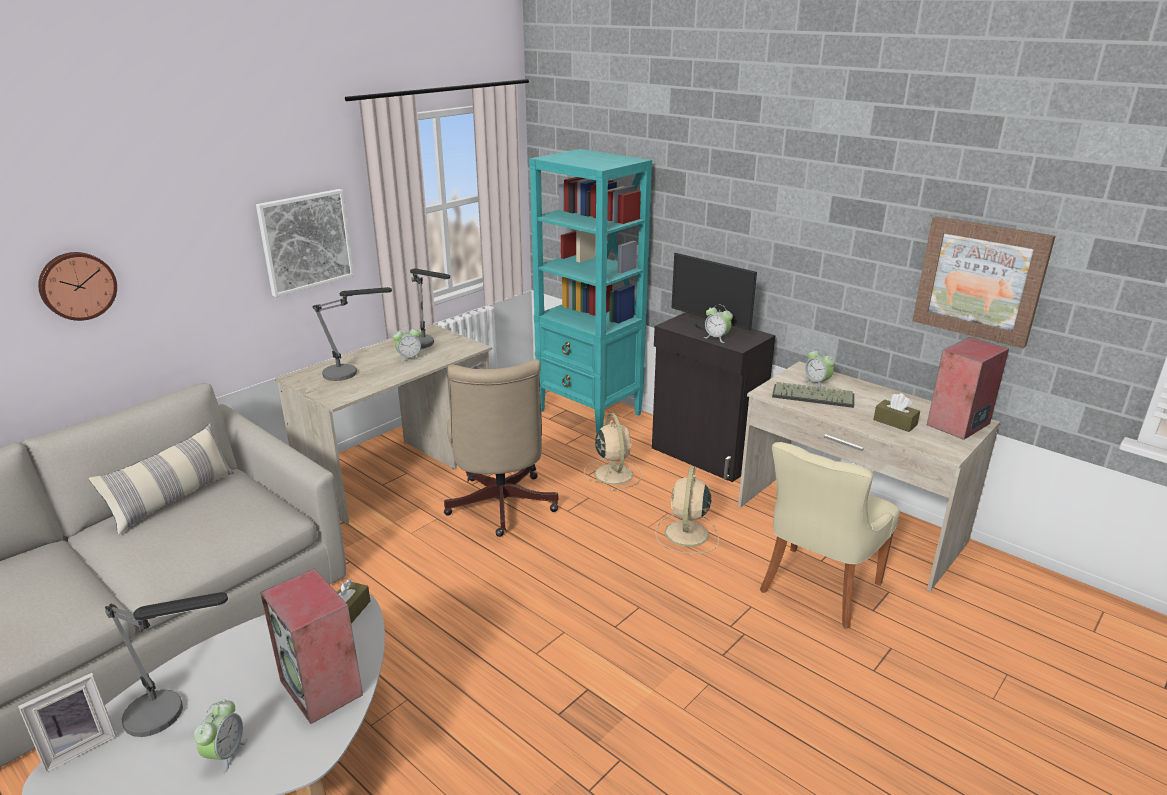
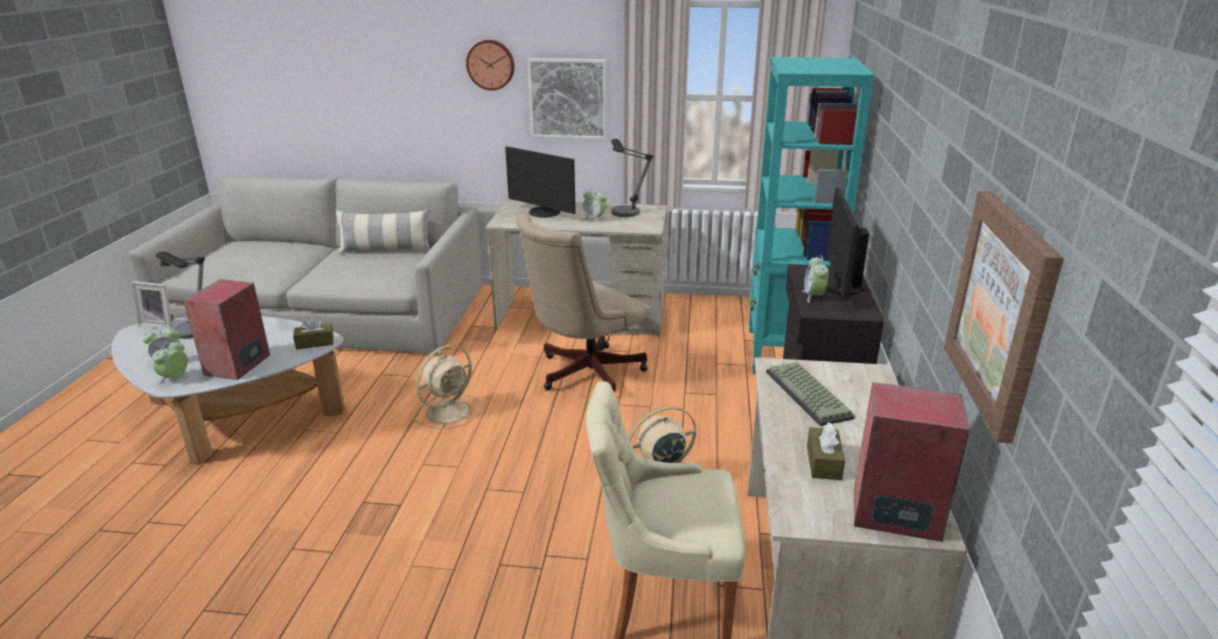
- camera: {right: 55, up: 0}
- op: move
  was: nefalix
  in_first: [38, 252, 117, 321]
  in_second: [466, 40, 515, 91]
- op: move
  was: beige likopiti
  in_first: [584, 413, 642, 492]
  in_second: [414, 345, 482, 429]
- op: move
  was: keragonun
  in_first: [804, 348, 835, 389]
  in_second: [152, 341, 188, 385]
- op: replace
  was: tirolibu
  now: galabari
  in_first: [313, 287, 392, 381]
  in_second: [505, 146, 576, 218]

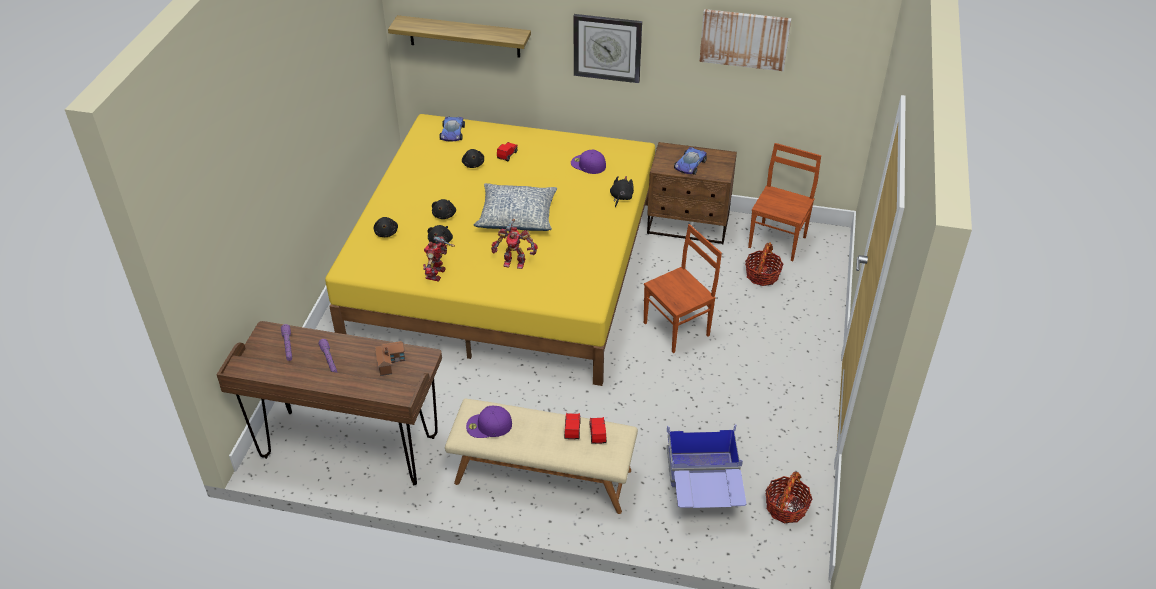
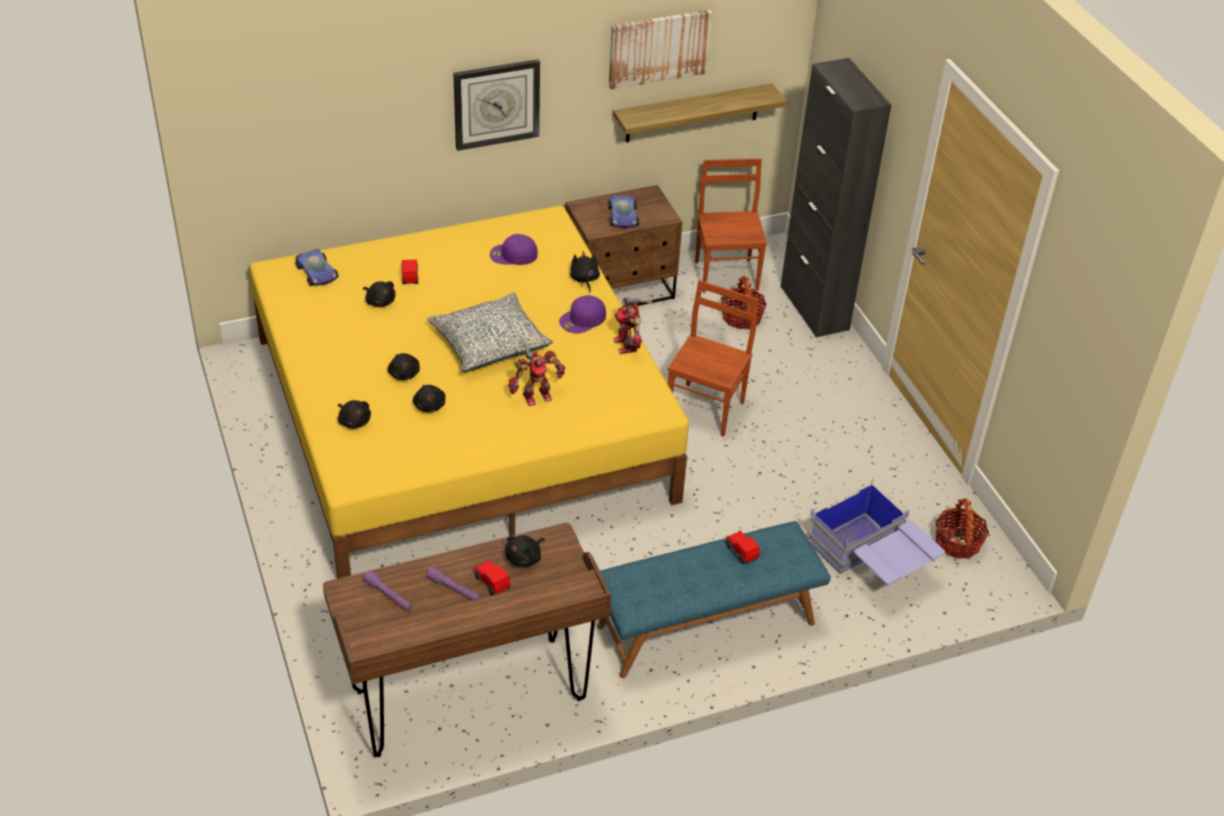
- camera: {right: -35, up: 0}
- op: insert
  now: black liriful
  in_second: [780, 58, 891, 337]
- op: move
  was: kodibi
  in_first: [388, 15, 531, 58]
  in_second: [613, 83, 787, 143]
- op: move
  was: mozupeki
  in_first: [423, 236, 455, 282]
  in_second: [613, 297, 652, 354]
- op: move
  was: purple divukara
  in_first: [466, 406, 512, 438]
  in_second: [559, 295, 606, 334]
- op: move
  was: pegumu
  in_first: [590, 417, 607, 444]
  in_second: [474, 559, 511, 596]
- op: replace
  was: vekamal
  now: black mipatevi
  in_first: [375, 341, 405, 376]
  in_second: [505, 535, 545, 567]
- op: recolor
  was: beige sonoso
  now: blue sonoso
  in_first: [445, 399, 638, 514]
  in_second: [597, 521, 831, 678]

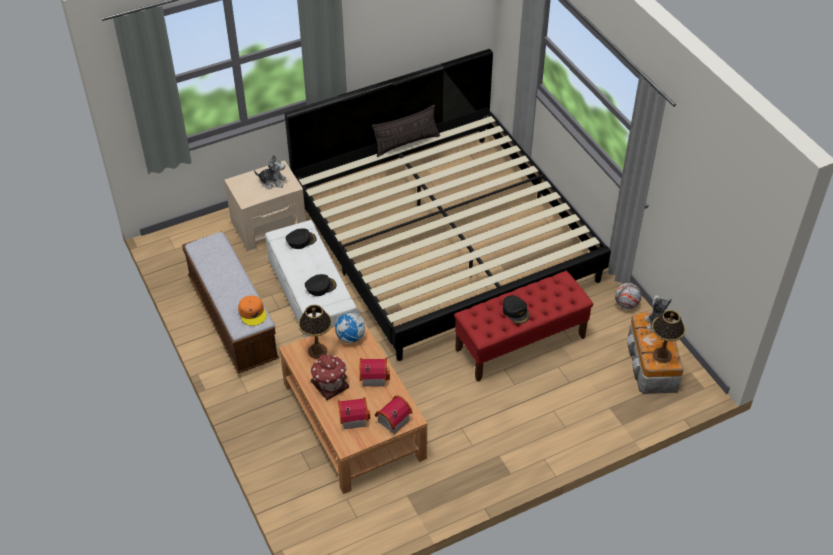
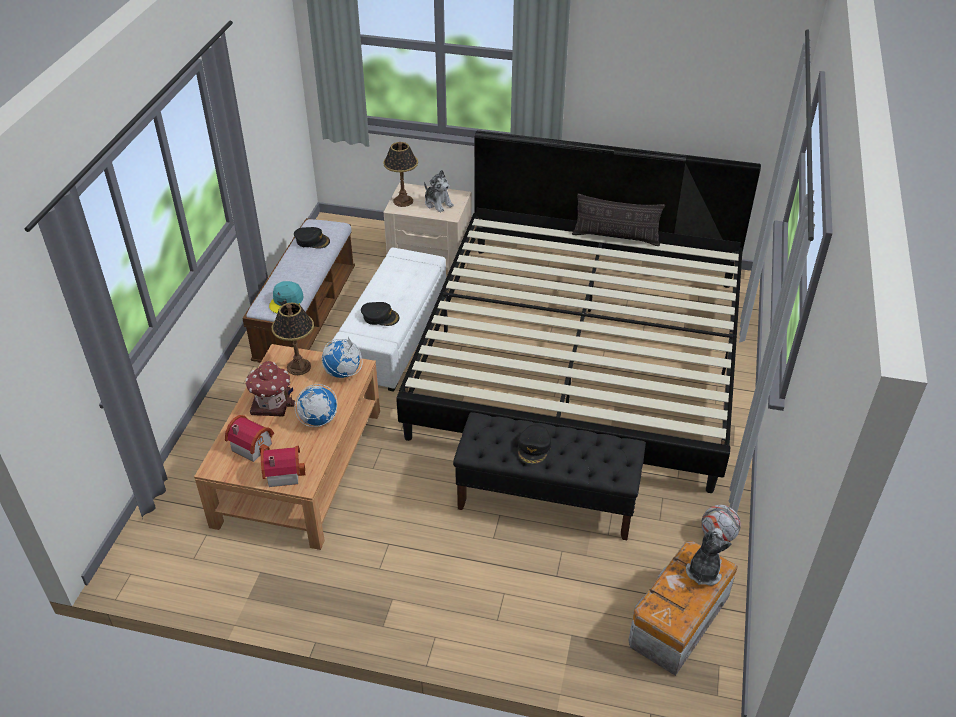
- camera: {right: 40, up: -5}
- op: move
  was: black divukara
  in_first: [286, 228, 316, 249]
  in_second: [294, 227, 330, 249]
- op: move
  was: tirolibu
  in_first: [652, 310, 686, 363]
  in_second: [383, 142, 418, 207]
- op: replace
  was: vekamal
  now: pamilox
  in_first: [360, 358, 390, 386]
  in_second: [295, 384, 337, 427]
- op: recolor
  was: orange divukara
  now: turquoise divukara
  in_first: [238, 296, 267, 326]
  in_second: [269, 281, 304, 313]
- op: recolor
  was: red sonoso
  now: black sonoso
  in_first: [454, 271, 593, 382]
  in_second: [453, 412, 646, 540]

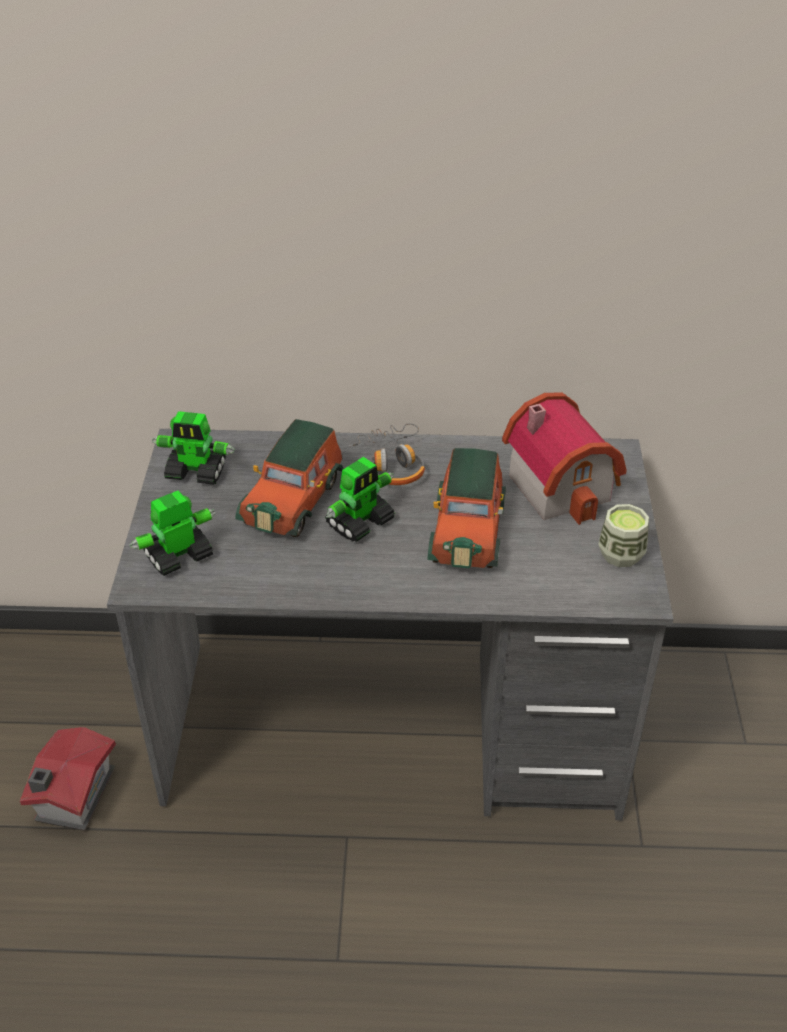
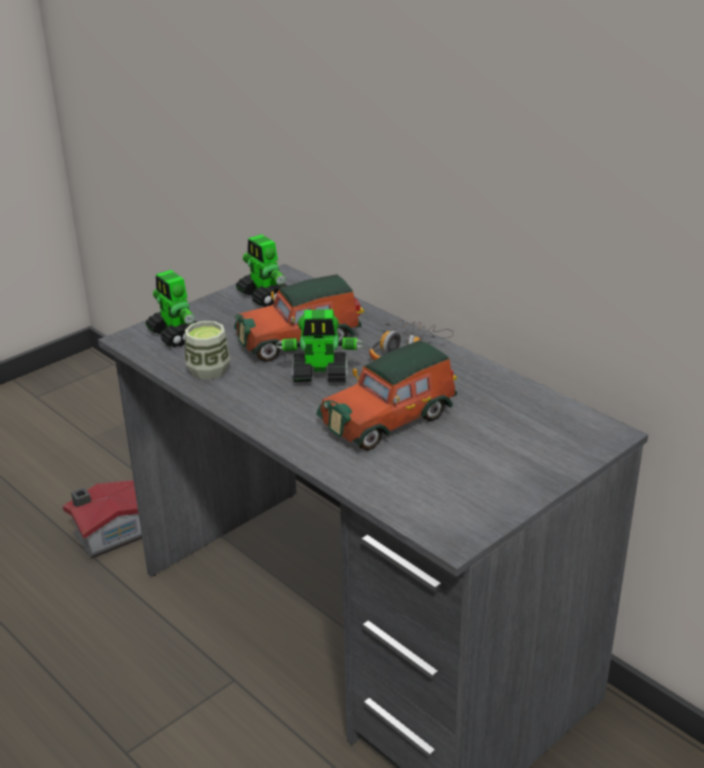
- camera: {right: 45, up: -10}
- op: delete
  was: vekamal
  in_first: [502, 393, 627, 525]
- op: move
  was: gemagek
  in_first: [598, 504, 649, 567]
  in_second: [185, 321, 231, 380]
- op: rotate
  was: mozupeki
  in_first: [129, 490, 216, 576]
  in_second: [145, 270, 197, 348]
  clockwise: -135

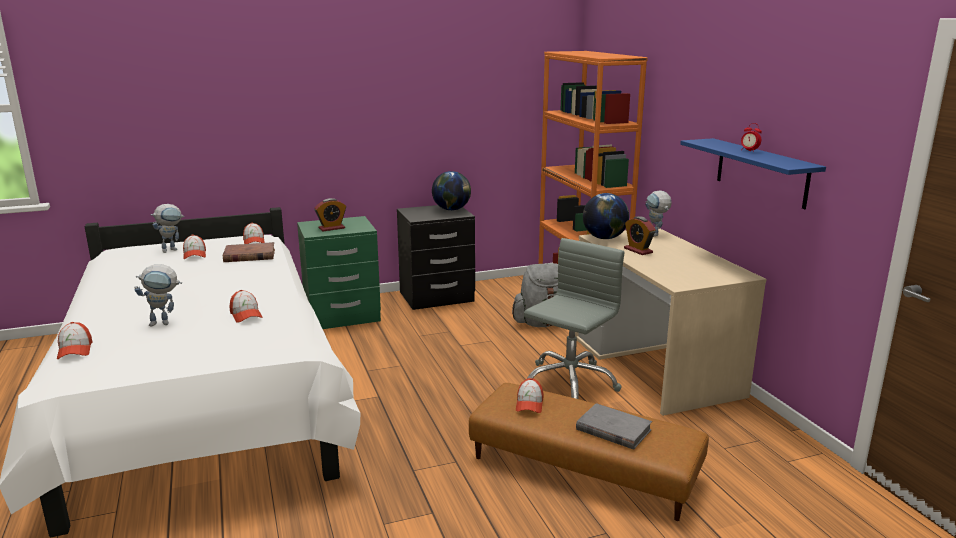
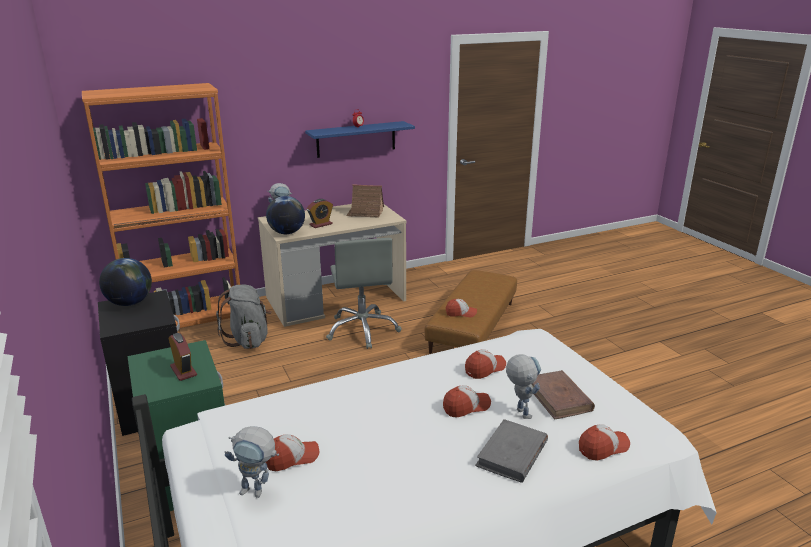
- camera: {right: -95, up: 5}
- op: insert
  now: vekamal
  in_second: [346, 184, 384, 218]
- op: move
  was: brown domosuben
  in_first: [223, 242, 275, 262]
  in_second: [532, 370, 595, 420]
- op: move
  was: divukara
  in_first: [243, 222, 265, 244]
  in_second: [443, 385, 491, 418]
- op: move
  was: grey domosuben
  in_first: [576, 403, 652, 450]
  in_second: [475, 419, 548, 483]
- op: rotate
  was: mozupeki
  in_first: [151, 204, 184, 253]
  in_second: [225, 426, 279, 498]
  clockwise: 150
- op: rotate
  was: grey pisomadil
  in_first: [524, 238, 624, 399]
  in_second: [326, 238, 402, 349]
  clockwise: -135

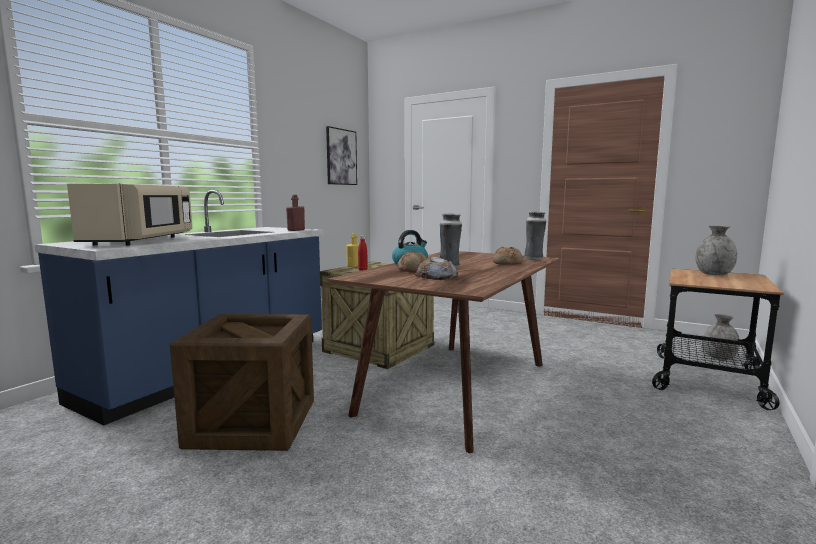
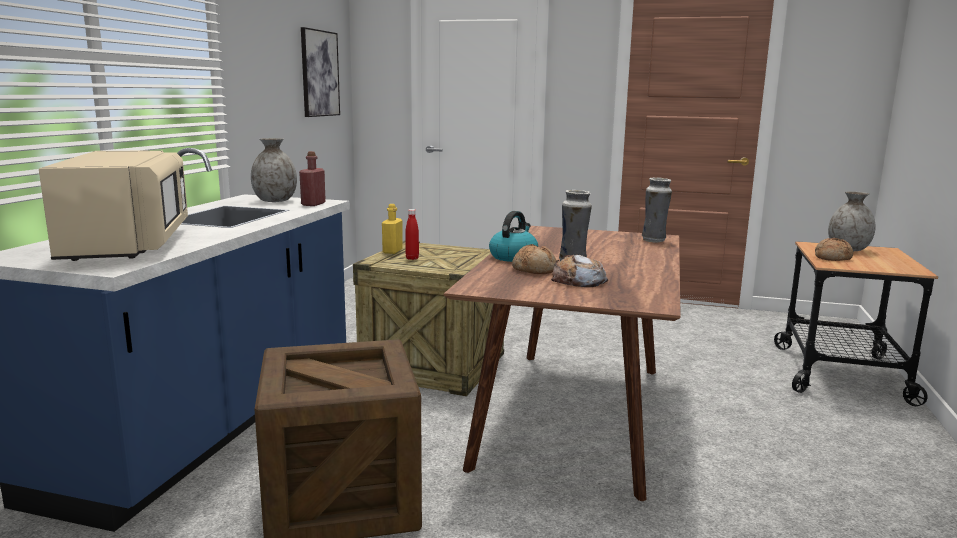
- camera: {right: -15, up: 5}
- op: move
  was: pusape
  in_first: [493, 247, 523, 265]
  in_second: [815, 238, 853, 261]
- op: move
  was: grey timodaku
  in_first: [703, 314, 740, 360]
  in_second: [251, 138, 297, 202]

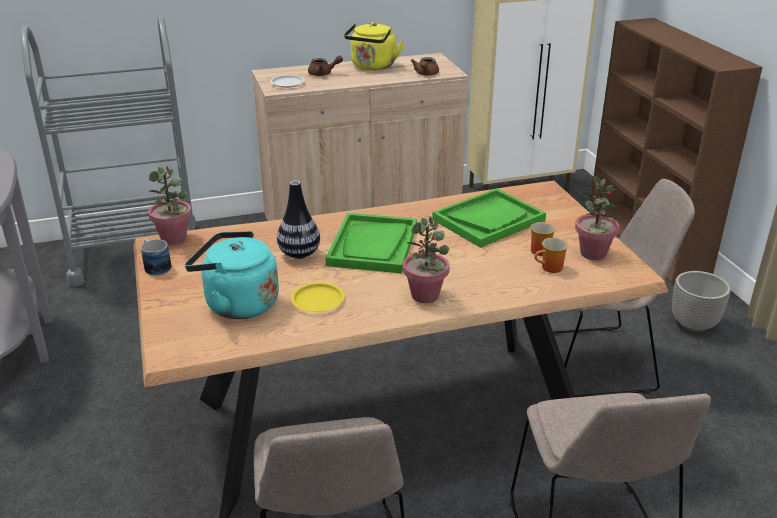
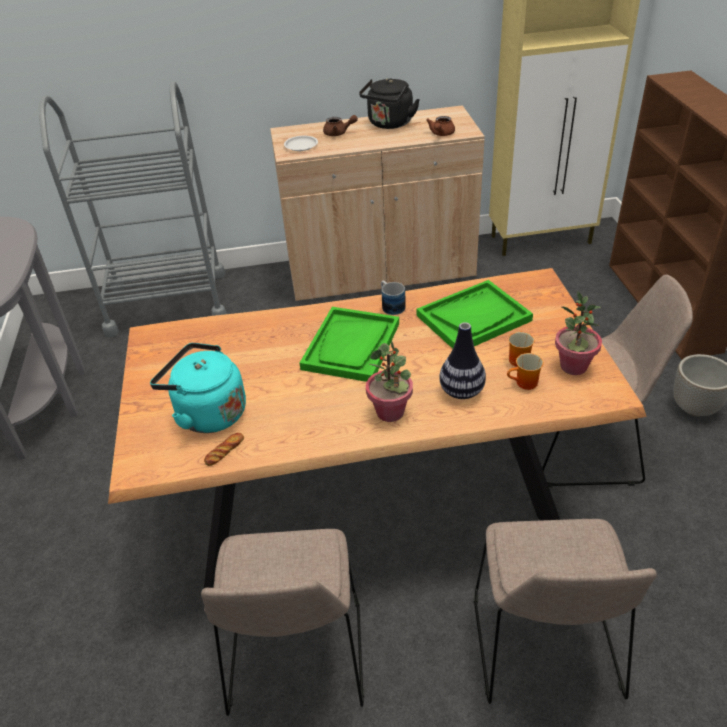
- camera: {right: 10, up: 10}
- op: delete
  was: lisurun
  in_first: [148, 166, 191, 245]
- op: delete
  was: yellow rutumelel
  in_first: [291, 282, 345, 312]
- op: insert
  now: pusape
  in_second: [204, 433, 244, 466]
- op: move
  was: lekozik
  in_first: [141, 239, 171, 276]
  in_second: [381, 281, 406, 315]
- op: move
  was: timodaku
  in_first: [277, 180, 320, 259]
  in_second: [439, 322, 486, 399]
- op: recolor
  was: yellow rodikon
  now: black rodikon
  in_first: [344, 22, 404, 70]
  in_second: [359, 78, 420, 129]

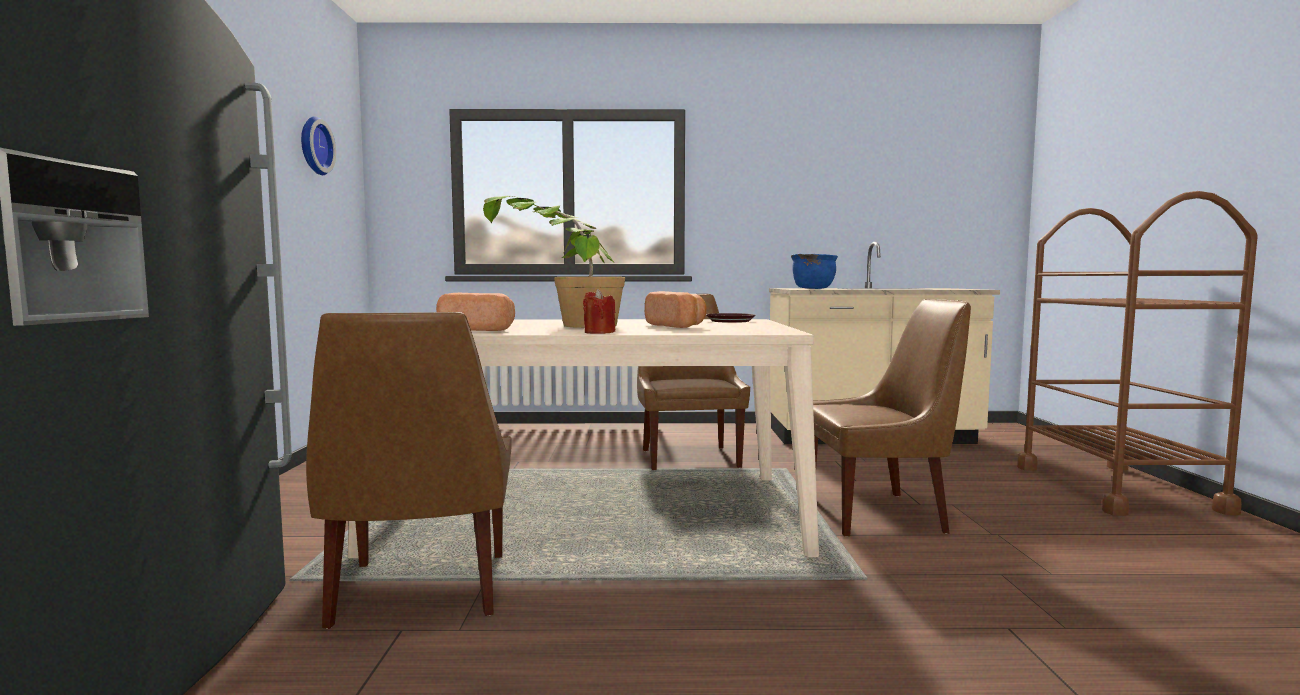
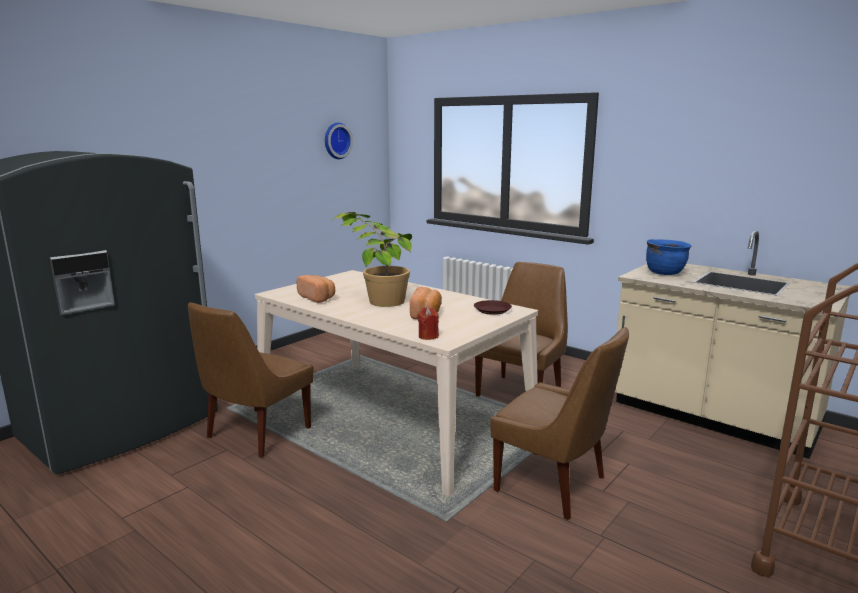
- camera: {right: 40, up: 10}
- op: move
  was: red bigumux
  in_first: [583, 289, 615, 334]
  in_second: [418, 307, 439, 340]

